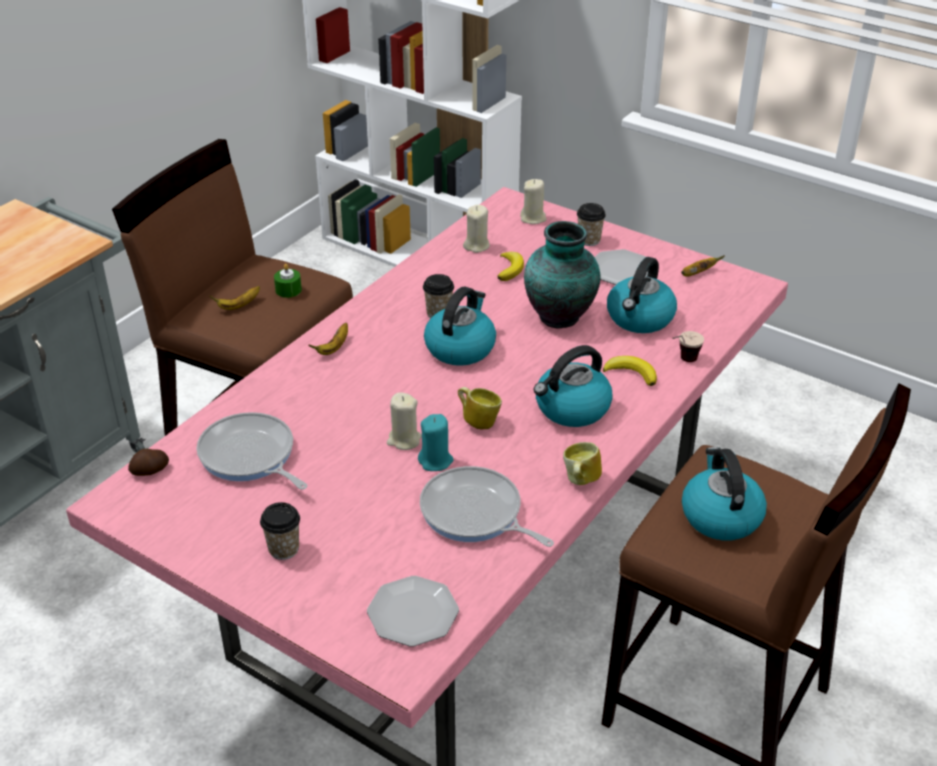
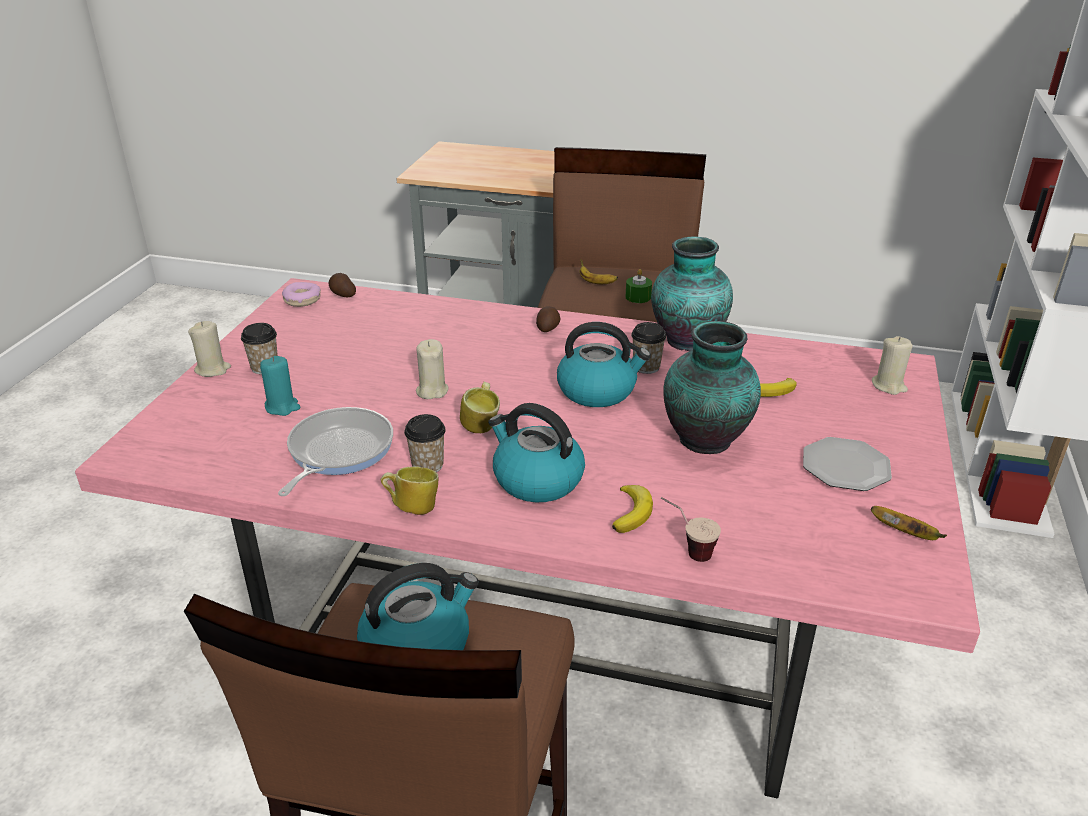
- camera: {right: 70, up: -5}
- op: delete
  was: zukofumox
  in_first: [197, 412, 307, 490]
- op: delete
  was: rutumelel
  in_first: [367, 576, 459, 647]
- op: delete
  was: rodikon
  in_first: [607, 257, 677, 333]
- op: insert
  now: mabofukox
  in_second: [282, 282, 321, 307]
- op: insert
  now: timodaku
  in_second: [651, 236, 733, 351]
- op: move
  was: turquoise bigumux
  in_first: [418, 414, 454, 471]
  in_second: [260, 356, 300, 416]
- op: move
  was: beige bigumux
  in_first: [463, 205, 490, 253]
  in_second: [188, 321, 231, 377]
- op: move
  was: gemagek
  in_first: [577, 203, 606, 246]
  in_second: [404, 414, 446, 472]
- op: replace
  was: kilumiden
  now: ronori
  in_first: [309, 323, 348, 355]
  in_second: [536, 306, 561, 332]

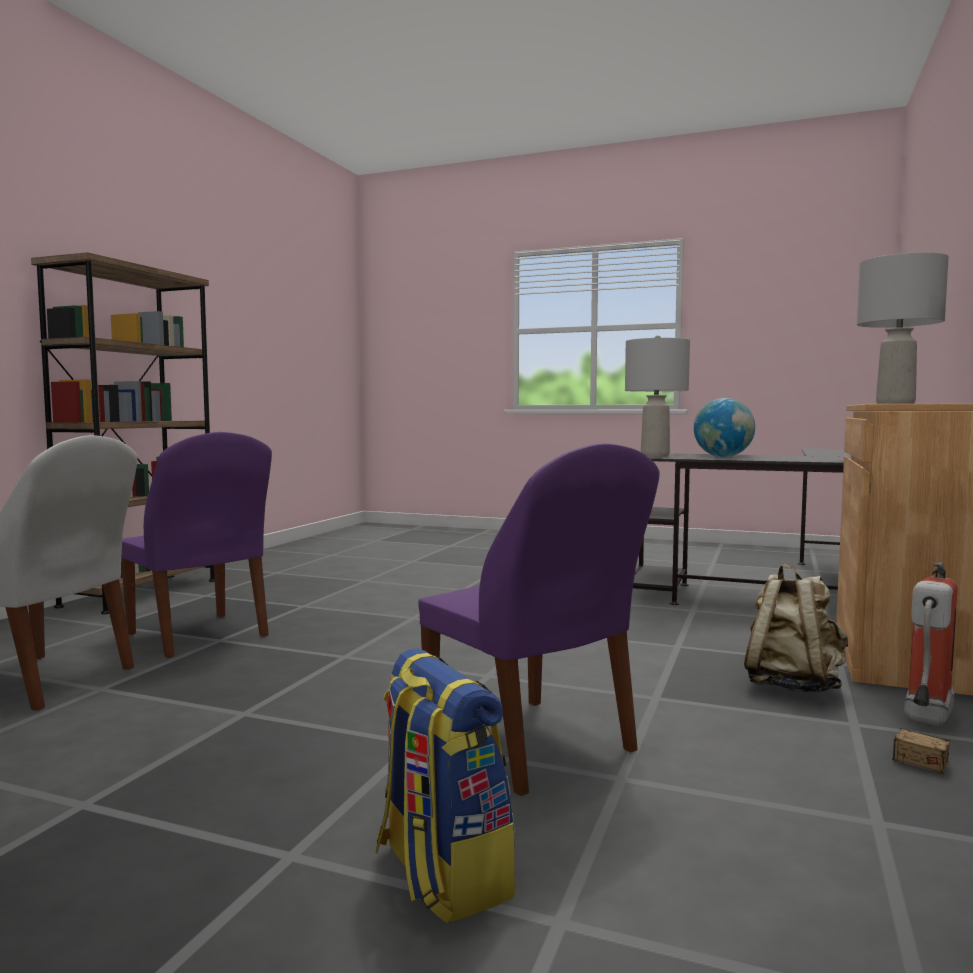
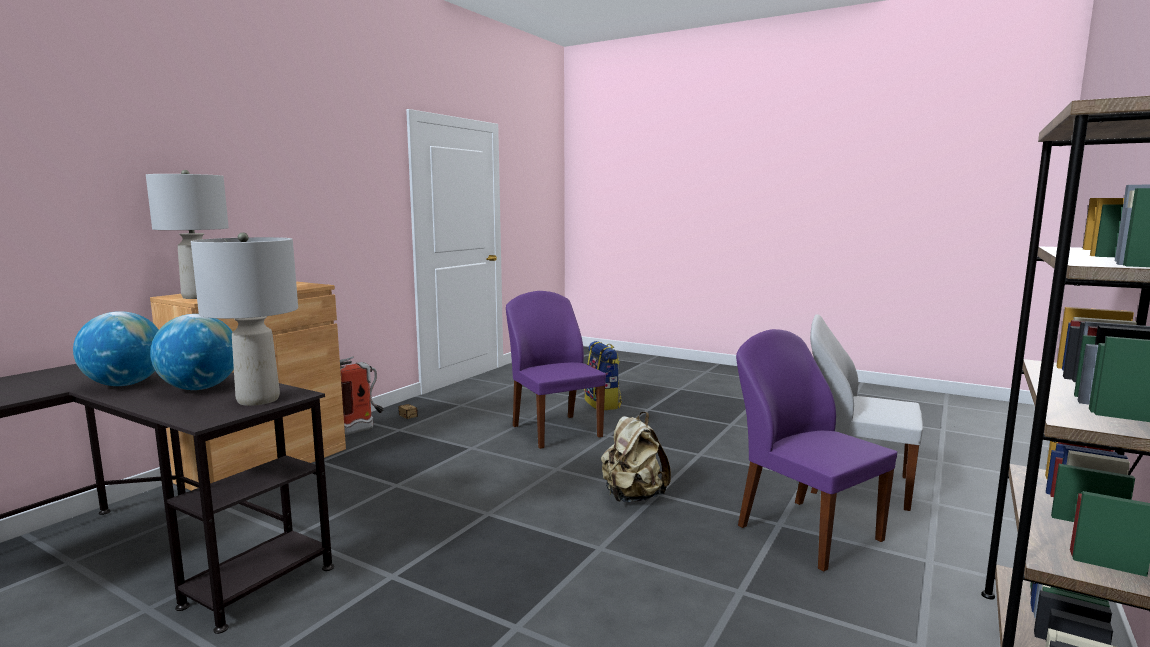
- camera: {right: -170, up: 5}
- op: insert
  now: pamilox
  in_second: [73, 311, 159, 386]
- op: move
  was: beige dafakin
  in_first: [744, 564, 848, 692]
  in_second: [601, 412, 671, 503]

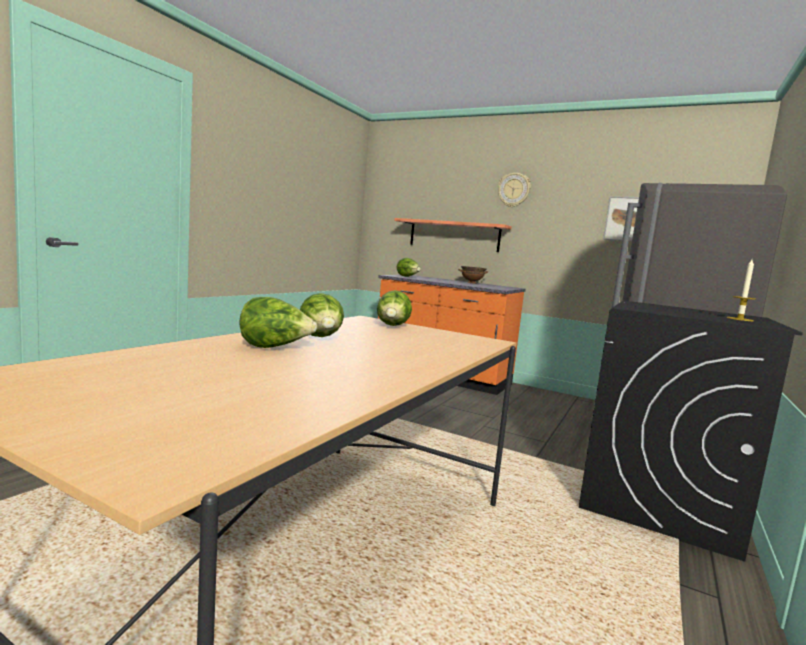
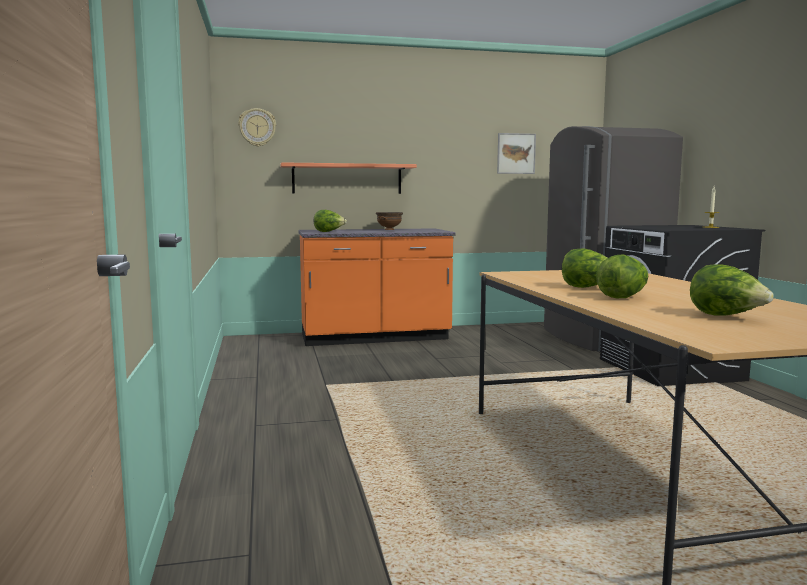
- camera: {right: -40, up: 0}
- op: move
  was: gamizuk
  in_first: [377, 290, 412, 326]
  in_second: [690, 264, 774, 316]
- op: move
  was: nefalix
  in_first: [498, 173, 531, 207]
  in_second: [238, 108, 276, 147]

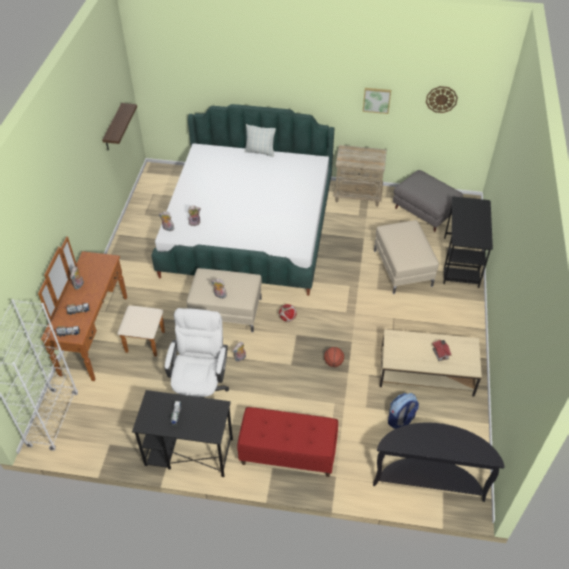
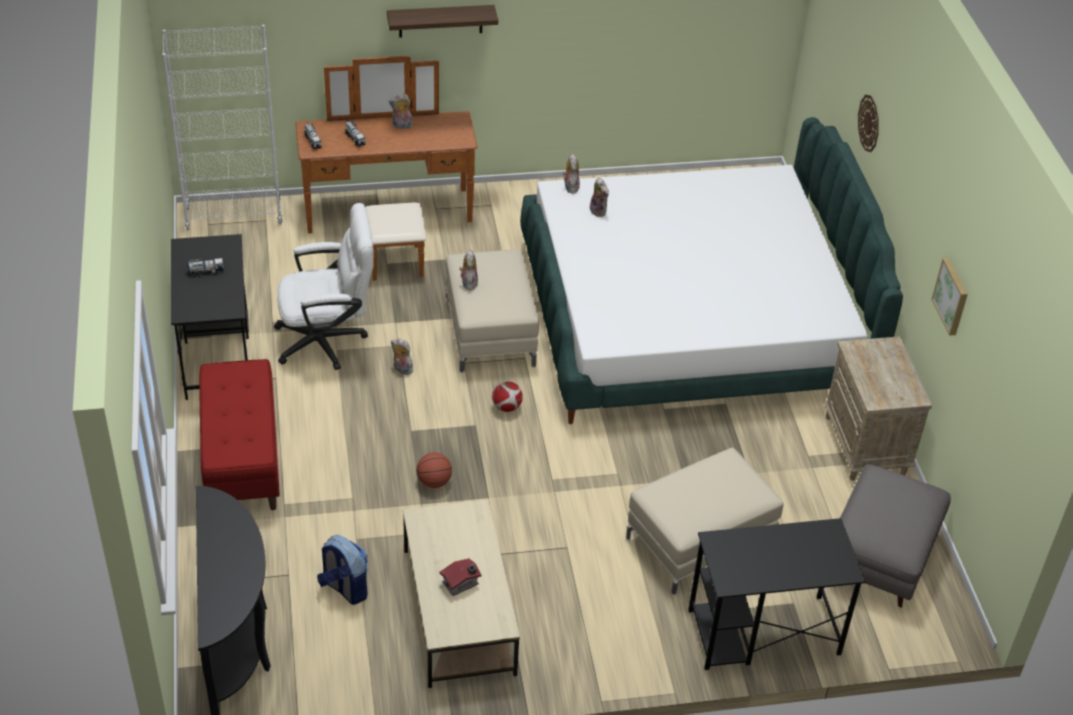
- camera: {right: 70, up: -5}
- op: delete
  was: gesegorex
  in_first: [244, 124, 276, 157]
- op: move
  was: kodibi
  in_first: [102, 103, 137, 150]
  in_second: [387, 5, 498, 38]
- op: move
  was: nefalix
  in_first: [426, 86, 458, 113]
  in_second: [858, 95, 879, 152]

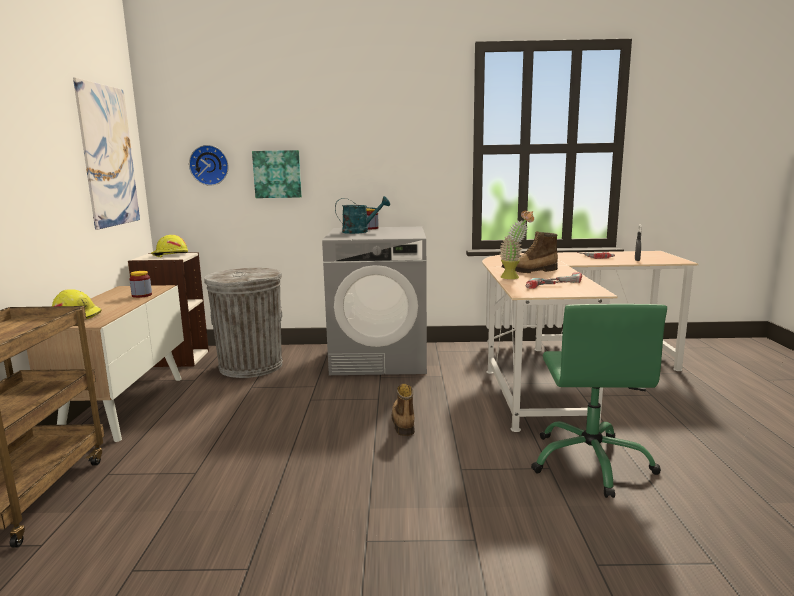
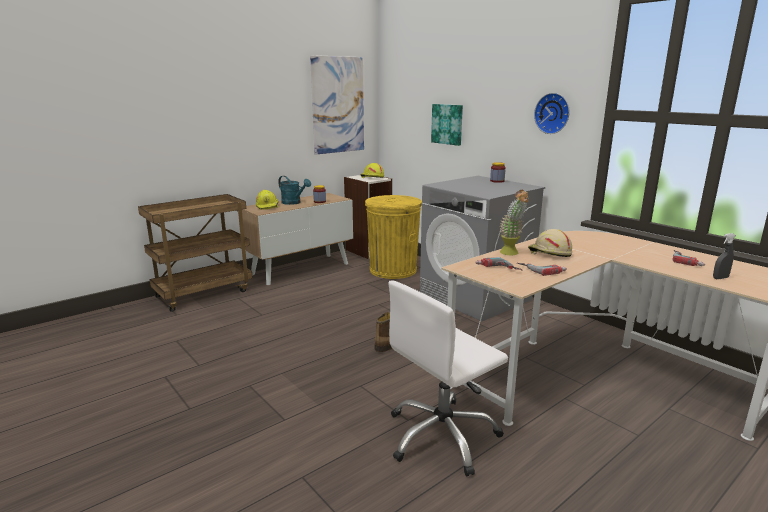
- camera: {right: 50, up: 5}
- op: move
  was: nefalix
  in_first: [189, 145, 229, 186]
  in_second: [534, 93, 570, 134]
- op: move
  was: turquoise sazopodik
  in_first: [335, 196, 390, 234]
  in_second: [278, 176, 311, 205]
- op: replace
  was: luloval
  now: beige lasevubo
  in_first: [502, 231, 558, 273]
  in_second: [528, 229, 572, 257]
- op: recolor
  was: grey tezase
  now: yellow tezase
  in_first: [204, 268, 283, 378]
  in_second: [365, 195, 422, 279]
- op: recolor
  was: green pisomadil
  now: white pisomadil
  in_first: [531, 304, 667, 498]
  in_second: [388, 280, 508, 476]

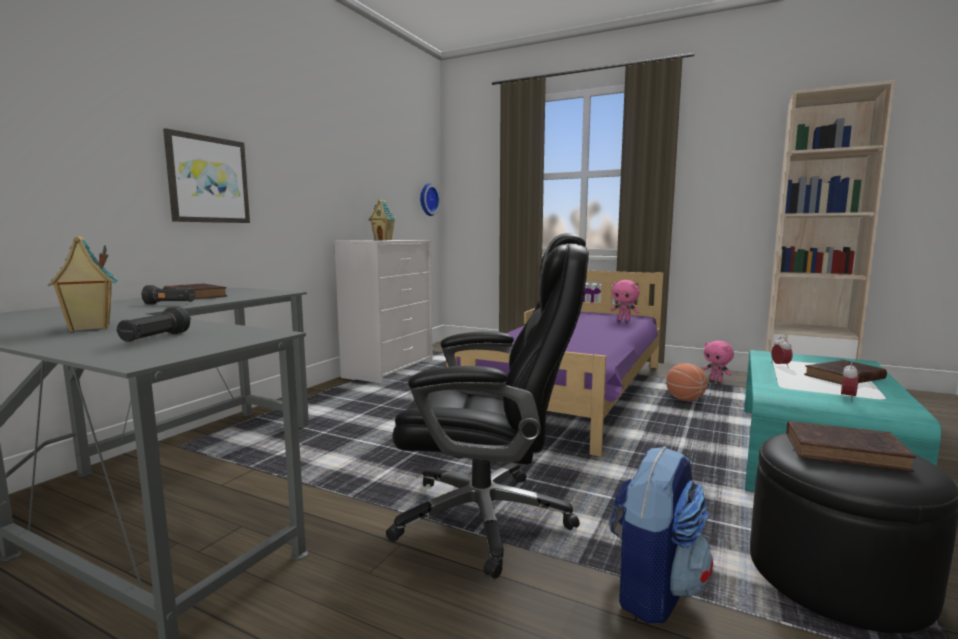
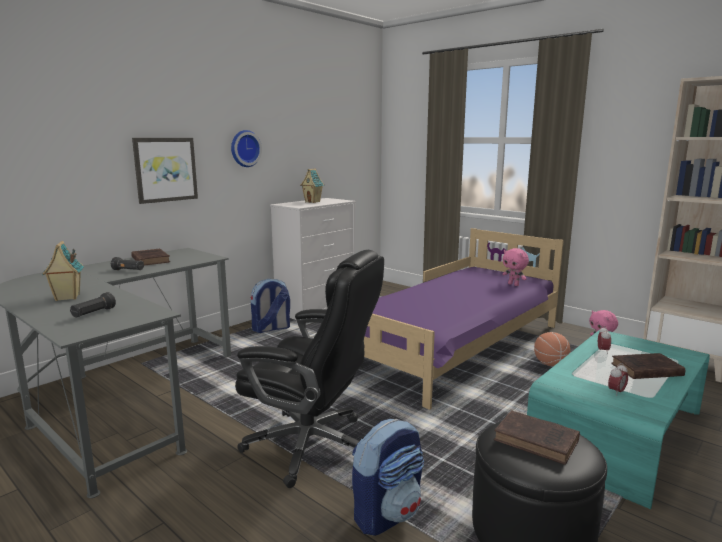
- camera: {right: 15, up: 5}
- op: insert
  now: dafakin
  in_second: [251, 279, 290, 333]
- op: move
  was: nefalix
  in_first: [420, 183, 440, 216]
  in_second: [231, 130, 262, 167]

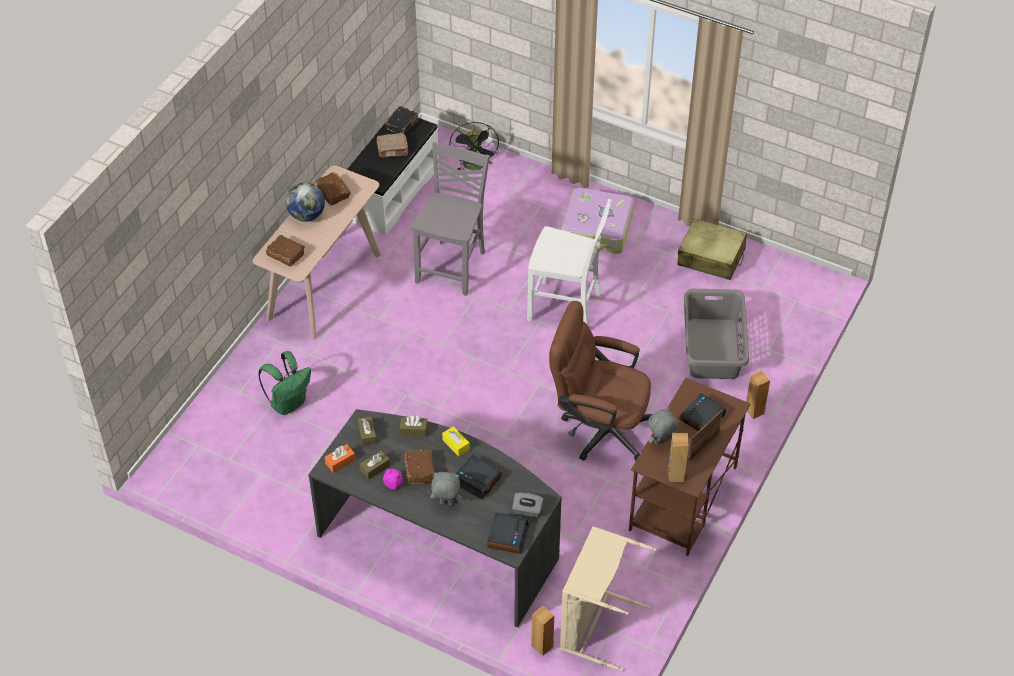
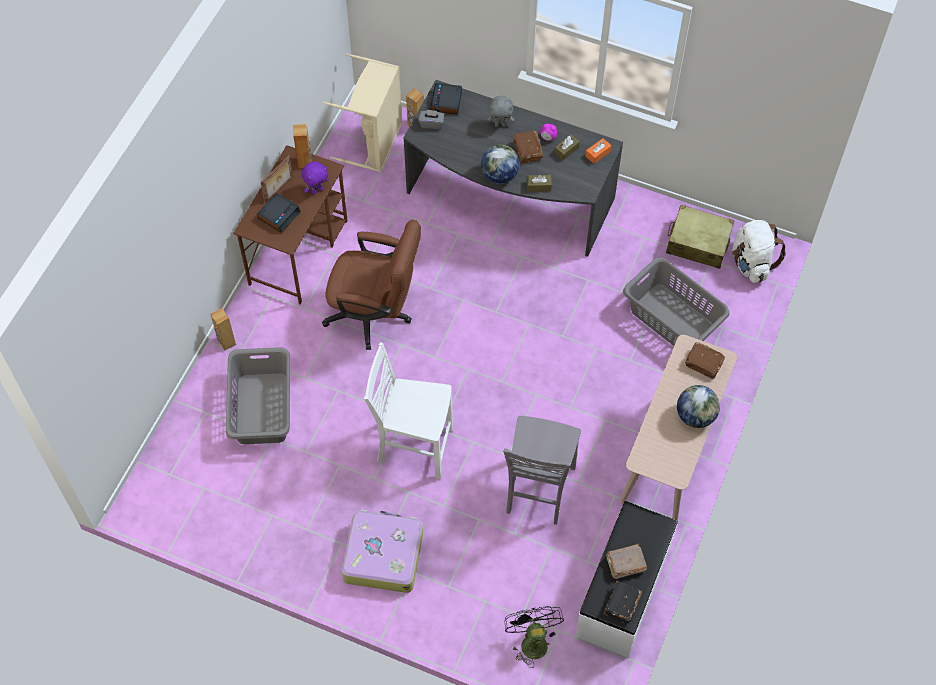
- camera: {right: 175, up: 10}
- op: delete
  was: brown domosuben
  in_first: [314, 172, 351, 206]
- op: delete
  was: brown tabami
  in_first: [358, 416, 377, 446]
- op: delete
  was: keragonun
  in_first: [456, 455, 502, 499]
- op: insert
  now: white dafakin
  in_second: [732, 220, 786, 283]
- op: move
  was: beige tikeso
  in_first: [677, 219, 747, 280]
  in_second: [666, 205, 734, 269]
- op: replace
  was: green dafakin
  now: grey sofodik
  in_first: [258, 351, 311, 415]
  in_second: [623, 257, 730, 346]
- op: replace
  was: yellow tabami
  now: pamilox
  in_first: [442, 426, 470, 457]
  in_second: [481, 145, 520, 184]
- op: recolor
  was: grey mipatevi
  now: purple mipatevi
  in_first: [648, 408, 678, 445]
  in_second: [301, 161, 329, 194]

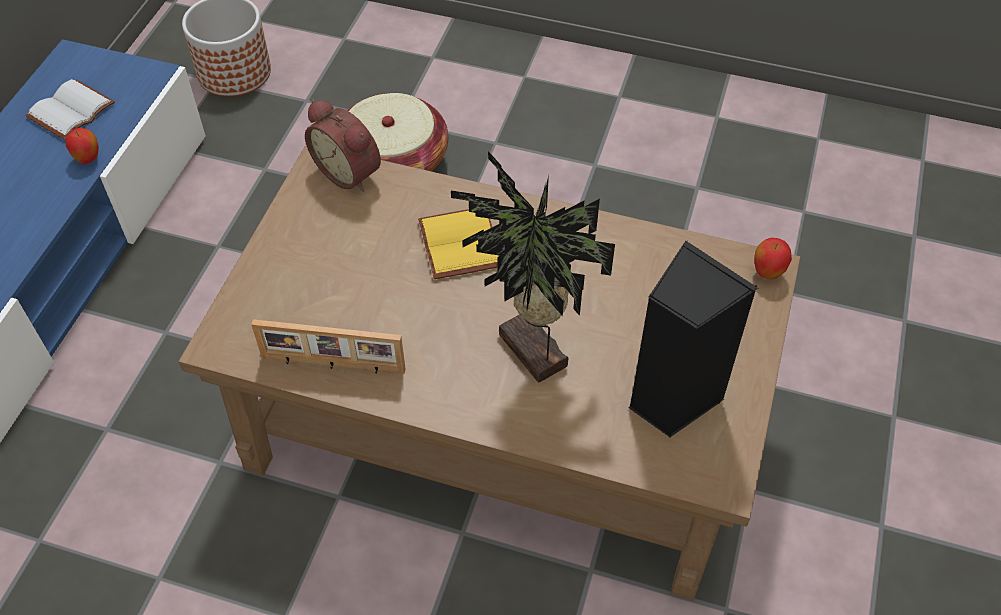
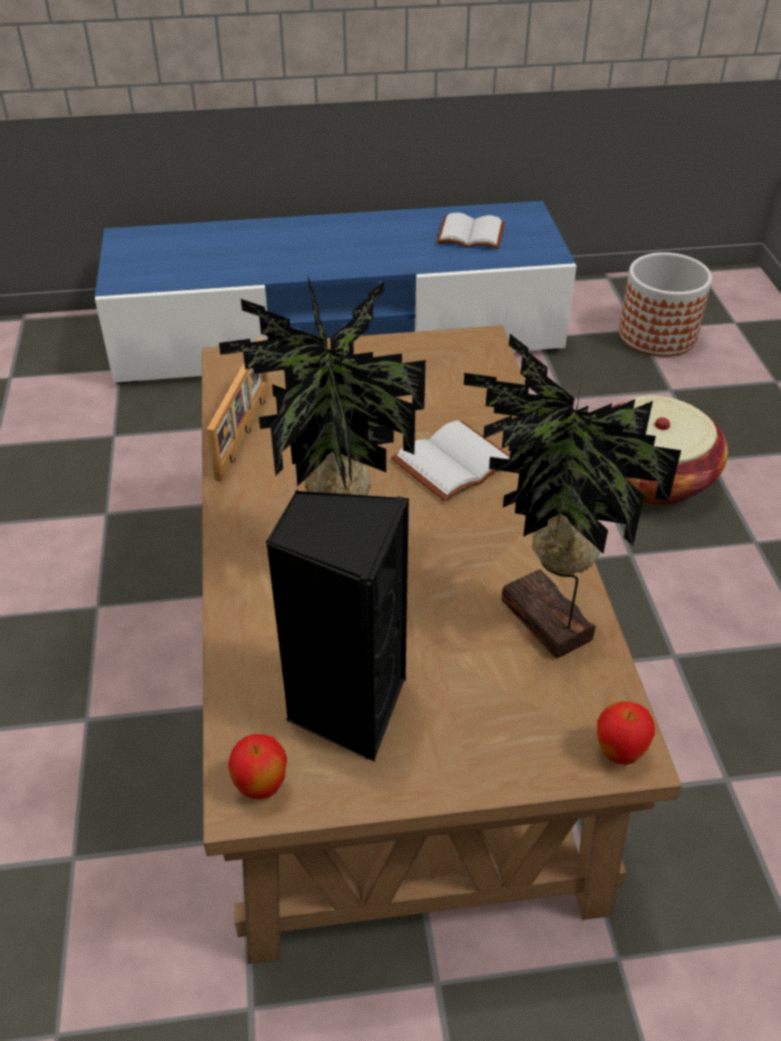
- camera: {right: 65, up: -10}
- op: delete
  was: keragonun
  in_first: [305, 99, 381, 192]
- op: insert
  now: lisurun
  in_second: [464, 334, 681, 659]
- op: move
  was: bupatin
  in_first: [65, 128, 99, 164]
  in_second: [228, 734, 287, 799]
- op: recolor
  was: yellow domosuben
  now: white domosuben
  in_first: [418, 209, 499, 279]
  in_second: [391, 420, 510, 502]
- op: rotate
  was: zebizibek
  in_first: [251, 319, 405, 374]
  in_second: [207, 338, 269, 481]
  clockwise: -150

